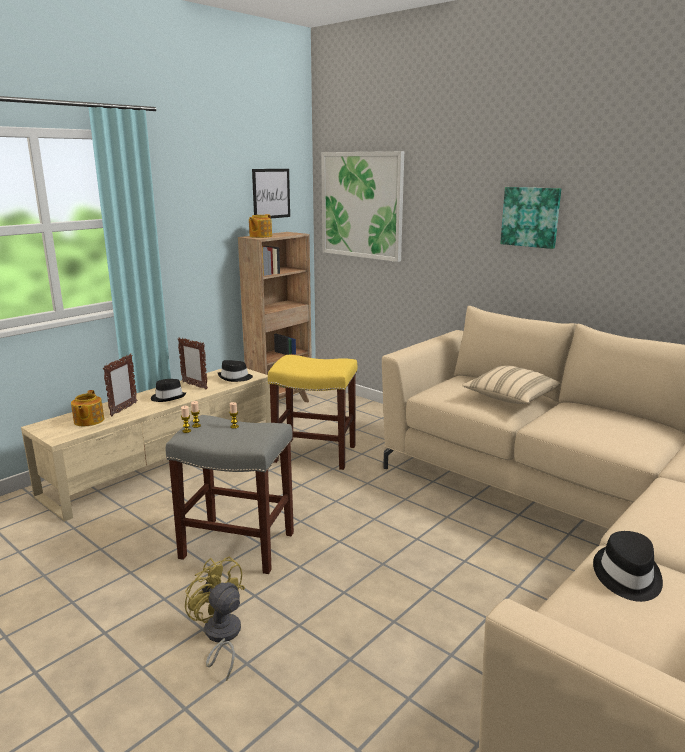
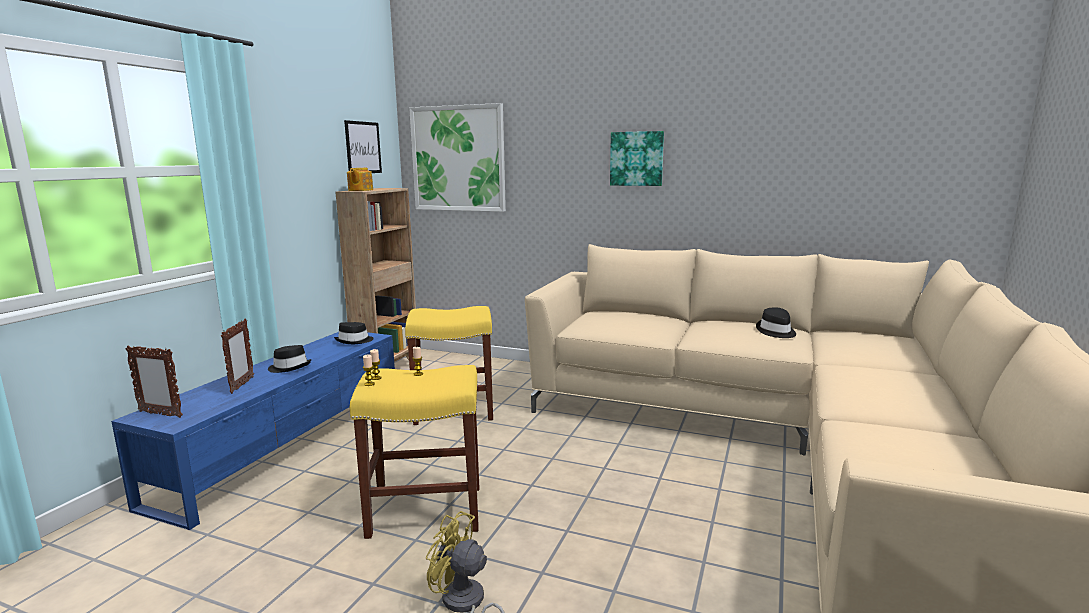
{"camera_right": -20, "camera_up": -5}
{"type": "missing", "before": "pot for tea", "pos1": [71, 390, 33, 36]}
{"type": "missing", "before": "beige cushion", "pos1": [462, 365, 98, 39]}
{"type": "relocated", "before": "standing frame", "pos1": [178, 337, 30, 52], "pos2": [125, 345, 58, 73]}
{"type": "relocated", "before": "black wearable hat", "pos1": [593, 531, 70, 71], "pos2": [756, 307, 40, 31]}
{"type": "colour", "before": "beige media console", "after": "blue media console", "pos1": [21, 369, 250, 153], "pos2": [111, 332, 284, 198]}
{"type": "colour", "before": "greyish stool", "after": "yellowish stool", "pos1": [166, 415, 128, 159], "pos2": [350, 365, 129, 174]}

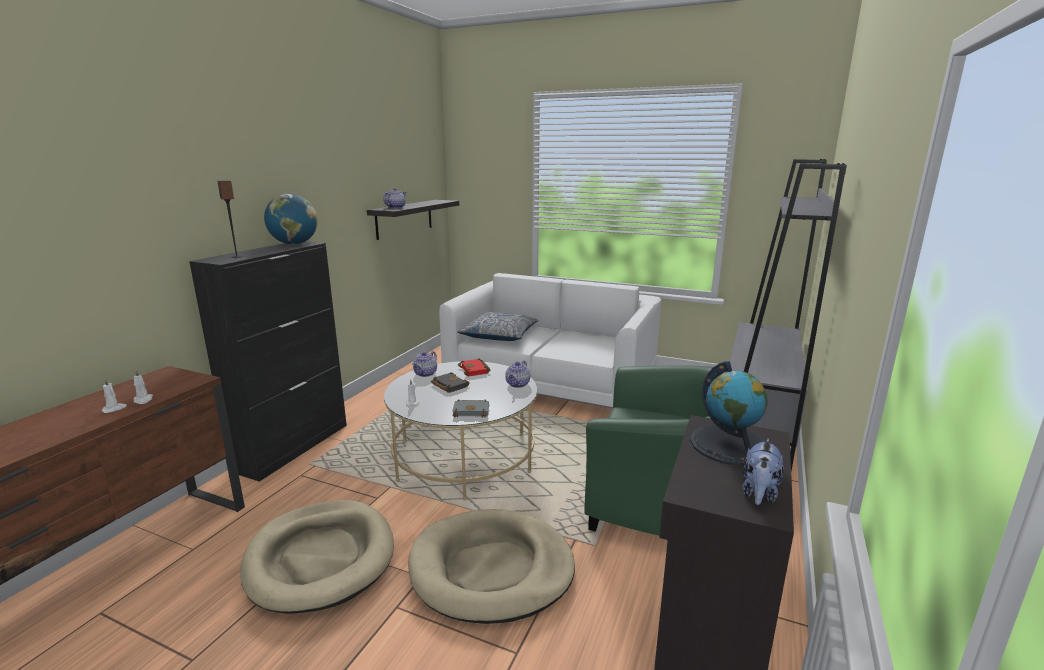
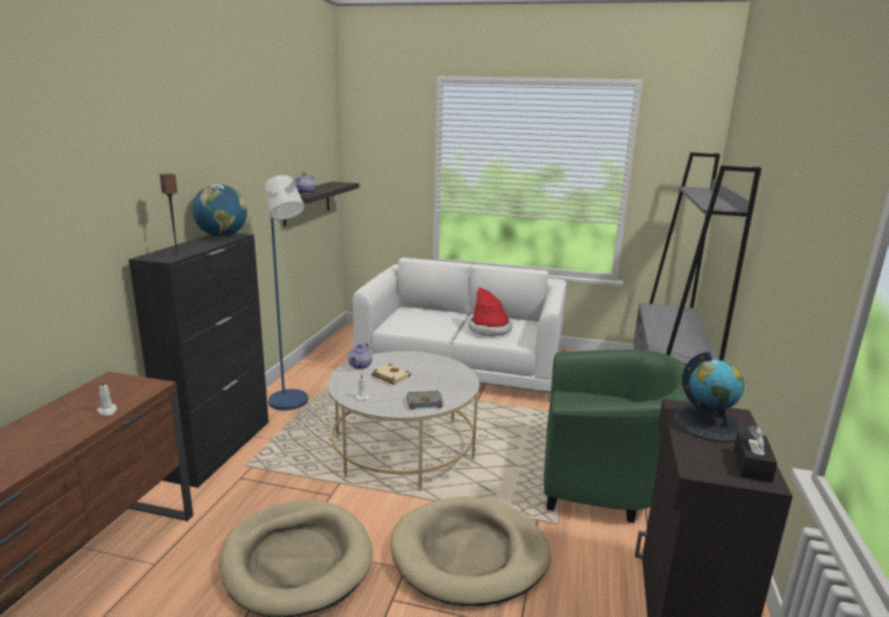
{"camera_right": -10, "camera_up": 0}
{"type": "missing", "before": "white-coloured wax candle", "pos1": [101, 378, 26, 35]}
{"type": "missing", "before": "cushion", "pos1": [457, 312, 81, 29]}
{"type": "missing", "before": "red book", "pos1": [458, 358, 32, 18]}
{"type": "missing", "before": "pot for tea", "pos1": [505, 360, 25, 28]}
{"type": "appeared", "after": "blue standing lamp", "pos2": [264, 175, 44, 235]}
{"type": "appeared", "after": "wearable hat", "pos2": [468, 287, 45, 50]}
{"type": "exchanged", "before": "soft toy", "after": "black box of tissues", "pos1": [742, 439, 42, 66], "pos2": [733, 426, 44, 57]}
{"type": "colour", "before": "black book", "after": "beige book", "pos1": [431, 372, 39, 21], "pos2": [371, 364, 40, 21]}

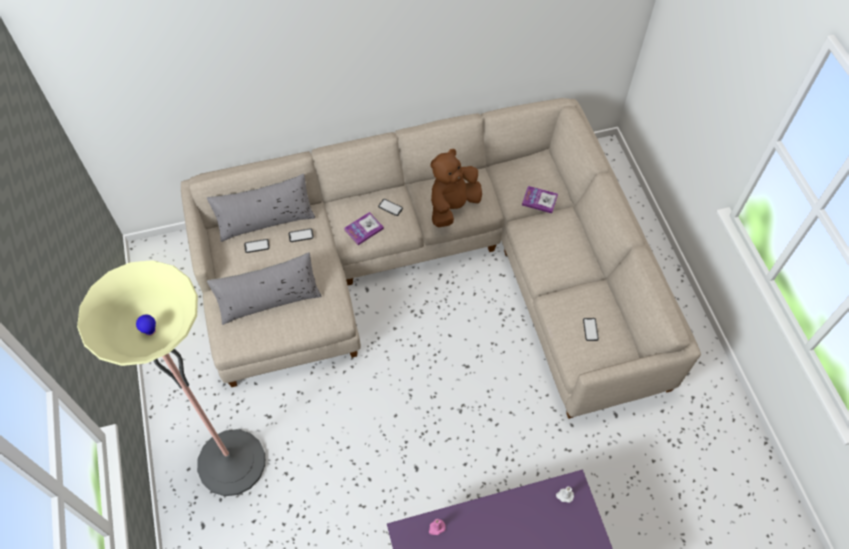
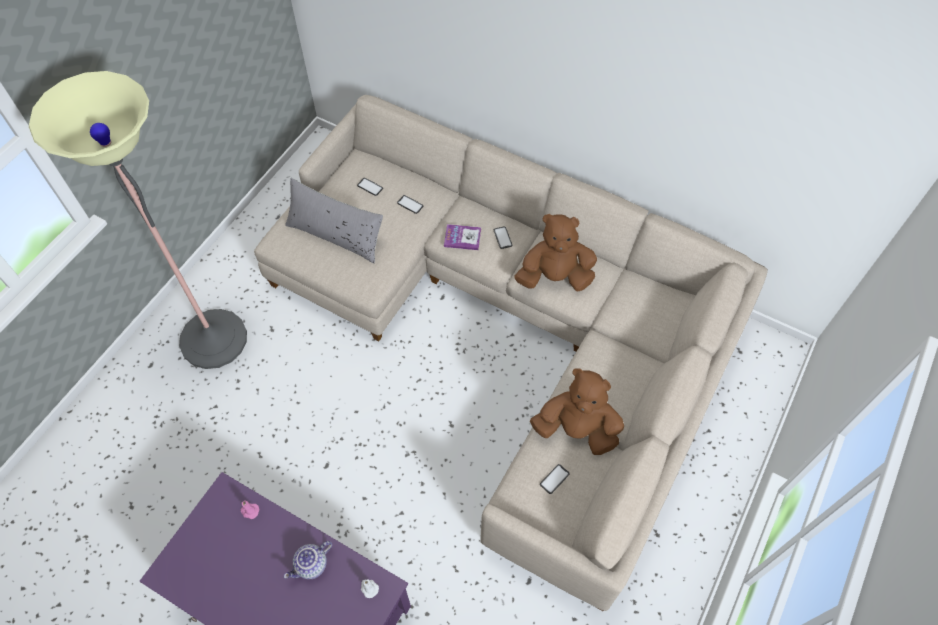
{"camera_right": 45, "camera_up": 0}
{"type": "missing", "before": "greyish cushion", "pos1": [207, 174, 108, 68]}
{"type": "missing", "before": "book", "pos1": [522, 186, 36, 27]}
{"type": "appeared", "after": "pot for tea", "pos2": [284, 541, 48, 38]}
{"type": "appeared", "after": "brownish soft toy", "pos2": [530, 368, 94, 87]}

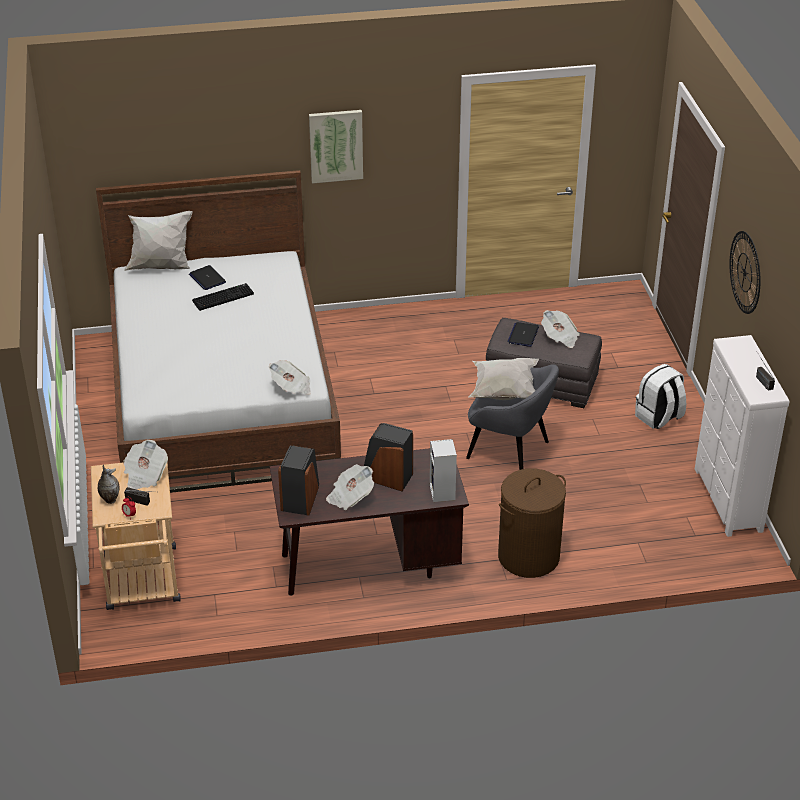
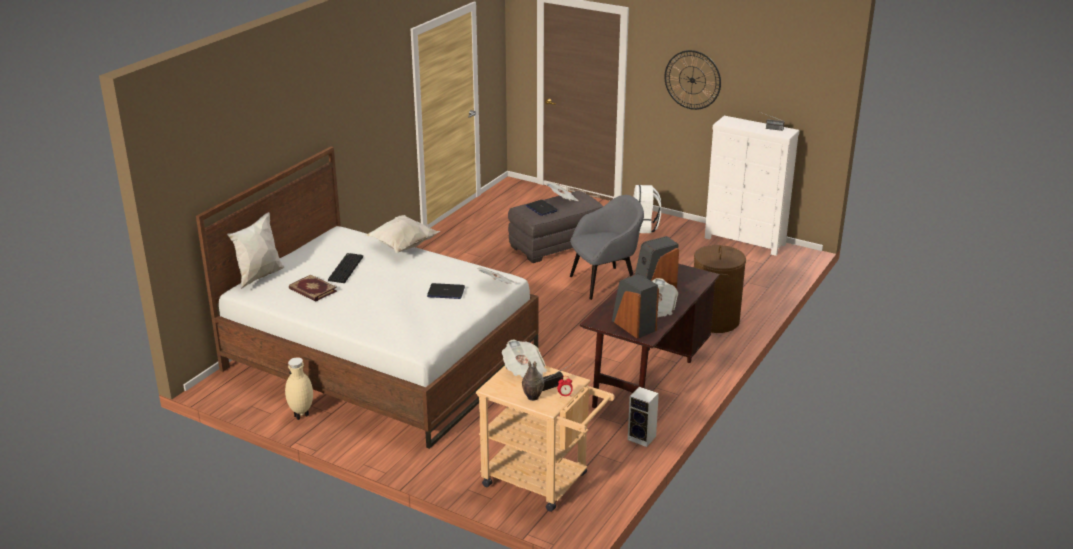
{"camera_right": -50, "camera_up": -10}
{"type": "missing", "before": "picture", "pos1": [309, 110, 54, 73]}
{"type": "appeared", "after": "beige decorative vase", "pos2": [285, 357, 28, 63]}
{"type": "appeared", "after": "book", "pos2": [289, 275, 48, 27]}
{"type": "relocated", "before": "notebook computer", "pos1": [189, 265, 37, 25], "pos2": [427, 283, 38, 16]}
{"type": "relocated", "before": "loudspeaker", "pos1": [430, 439, 27, 63], "pos2": [628, 387, 31, 60]}
{"type": "relocated", "before": "white-coloured cushion", "pos1": [468, 358, 71, 42], "pos2": [364, 215, 77, 38]}

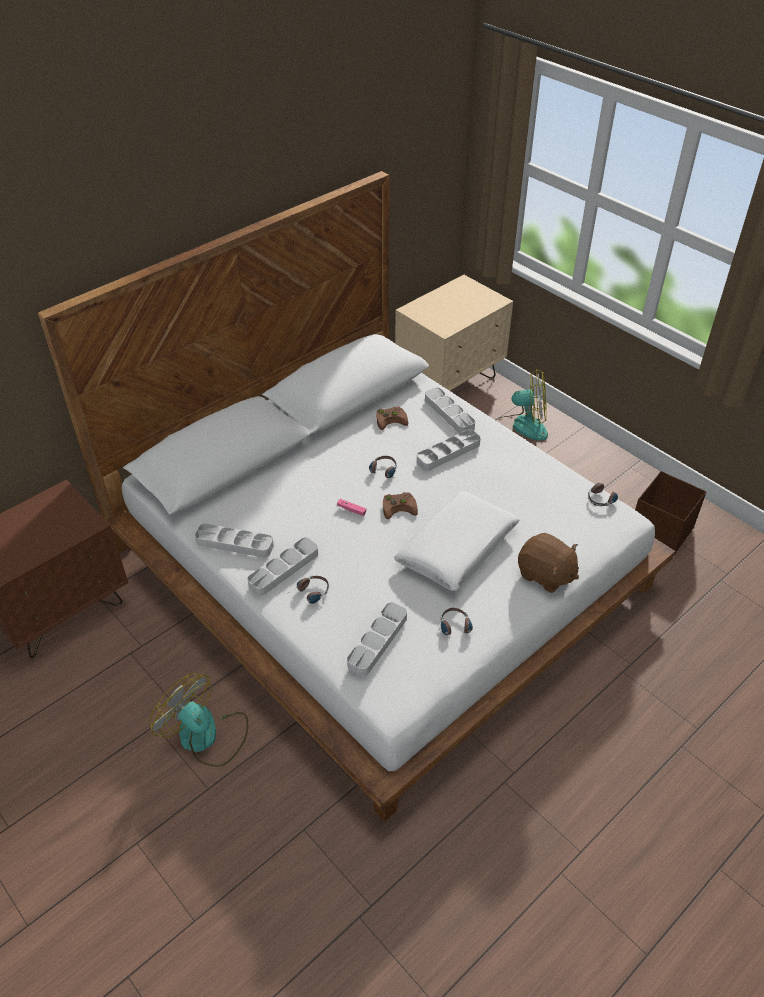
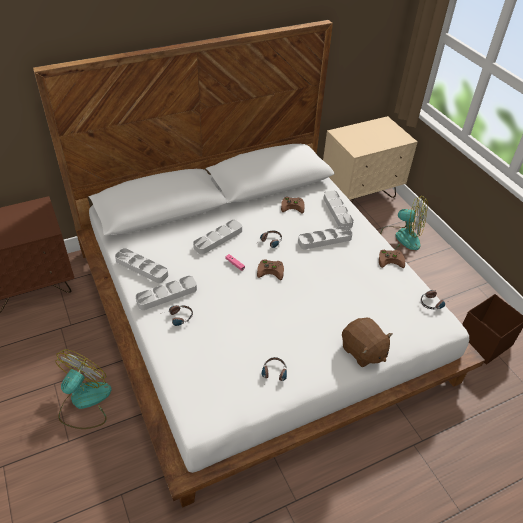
{"camera_right": 15, "camera_up": 0}
{"type": "missing", "before": "white-coloured cushion", "pos1": [394, 491, 126, 100]}
{"type": "appeared", "after": "brownish game controller", "pos2": [379, 250, 26, 18]}
{"type": "relocated", "before": "greyish tray", "pos1": [347, 602, 60, 74], "pos2": [193, 220, 49, 34]}
{"type": "spun", "before": "fan", "pos1": [149, 673, 99, 94], "pos2": [55, 349, 57, 80], "turn": 60}

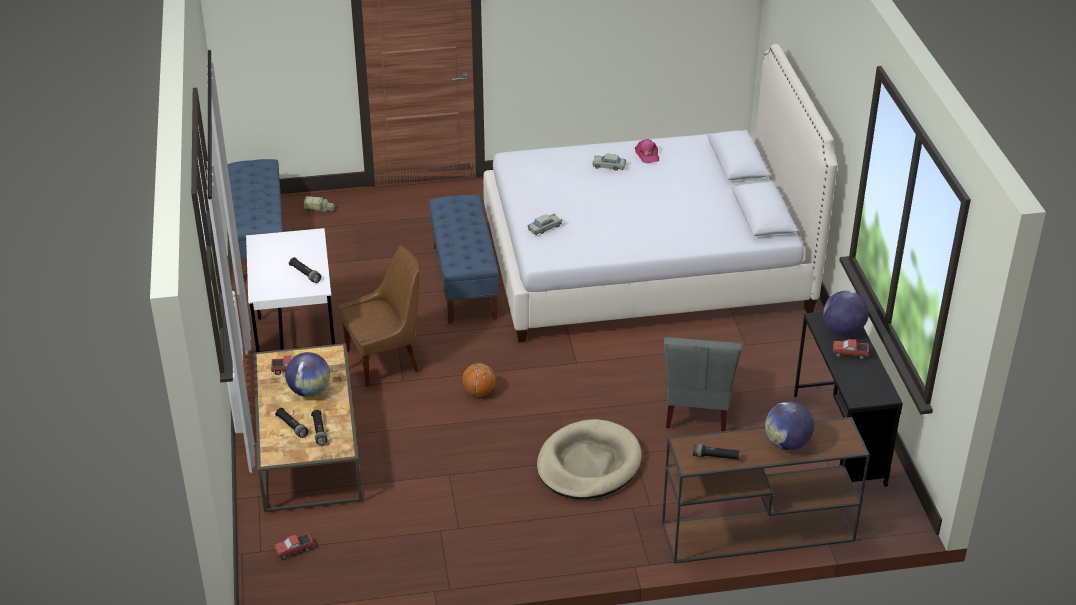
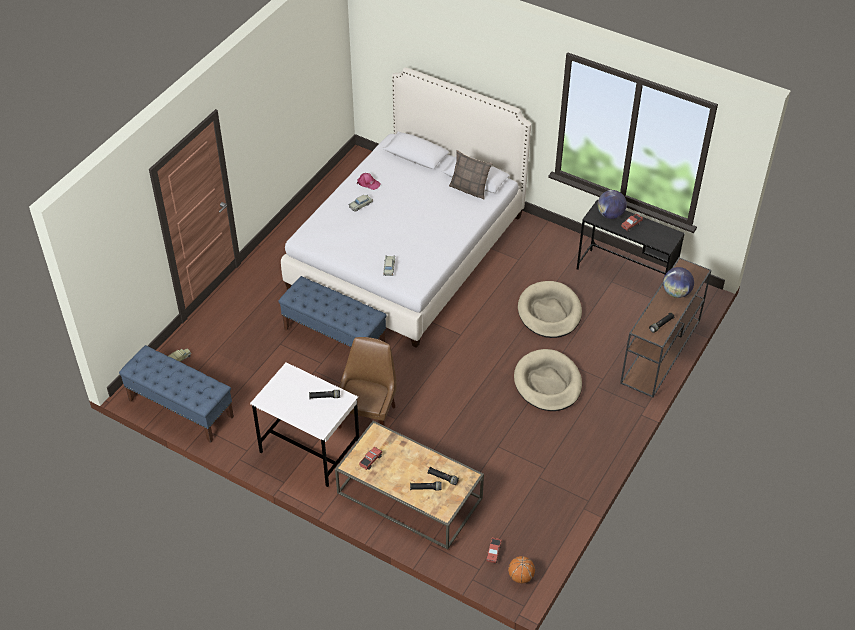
{"camera_right": -50, "camera_up": 10}
{"type": "missing", "before": "desk globe", "pos1": [285, 352, 45, 45]}
{"type": "appeared", "after": "cushion", "pos2": [449, 150, 44, 50]}
{"type": "relocated", "before": "ball for basketball", "pos1": [463, 363, 32, 33], "pos2": [508, 556, 27, 28]}
{"type": "exchanged", "before": "greyish chair", "after": "beige dog cushion", "pos1": [664, 337, 78, 94], "pos2": [518, 281, 64, 57]}

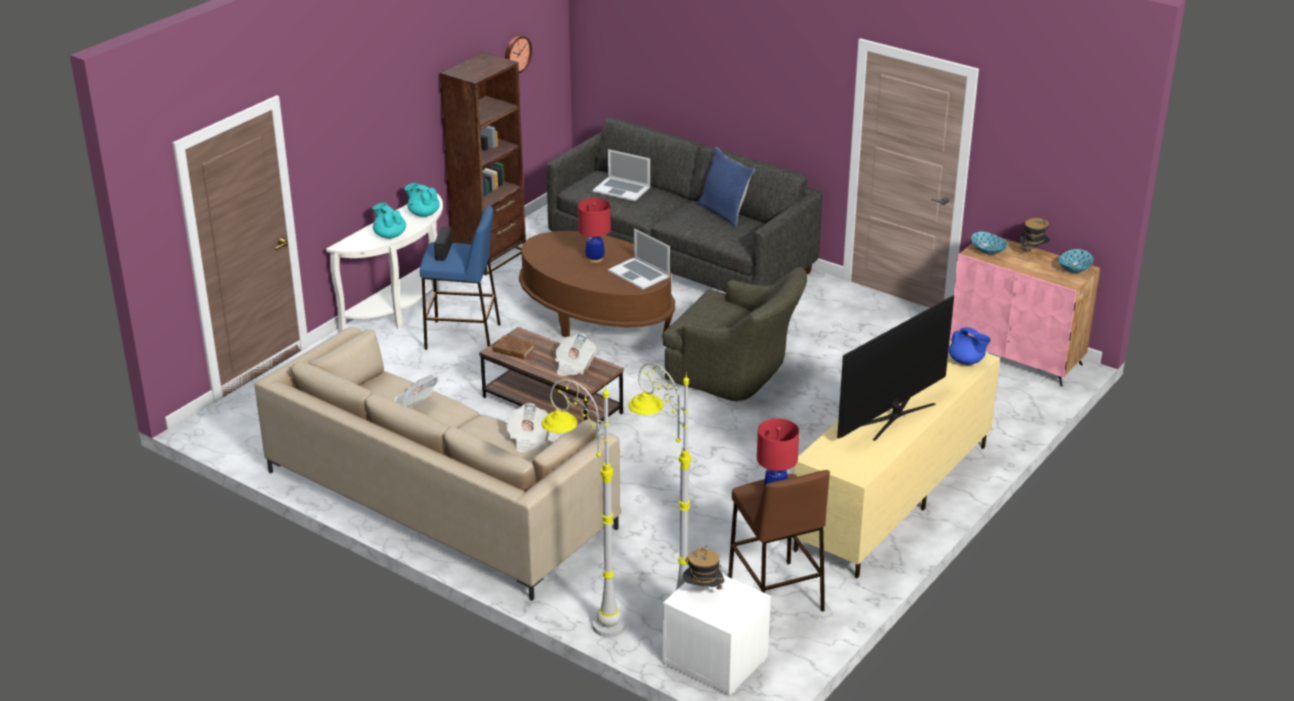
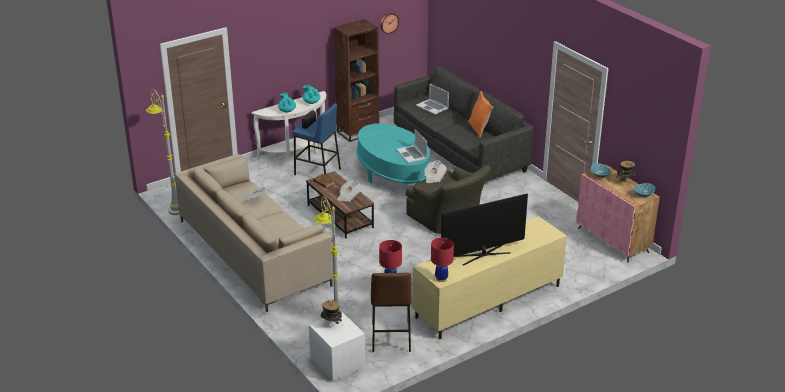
{"camera_right": 20, "camera_up": 0}
{"type": "missing", "before": "blue pot for tea", "pos1": [949, 327, 41, 38]}
{"type": "relocated", "before": "daily paper", "pos1": [506, 403, 43, 49], "pos2": [424, 160, 23, 23]}
{"type": "relocated", "before": "greyish standing lamp", "pos1": [541, 379, 85, 258], "pos2": [146, 89, 34, 126]}
{"type": "relocated", "before": "red lamp for a table", "pos1": [578, 198, 33, 65], "pos2": [431, 237, 23, 45]}
{"type": "colour", "before": "brownish coffee table", "after": "turquoise coffee table", "pos1": [519, 231, 156, 107], "pos2": [356, 124, 74, 60]}
{"type": "colour", "before": "blue cushion", "after": "orange cushion", "pos1": [697, 147, 58, 80], "pos2": [468, 91, 25, 47]}

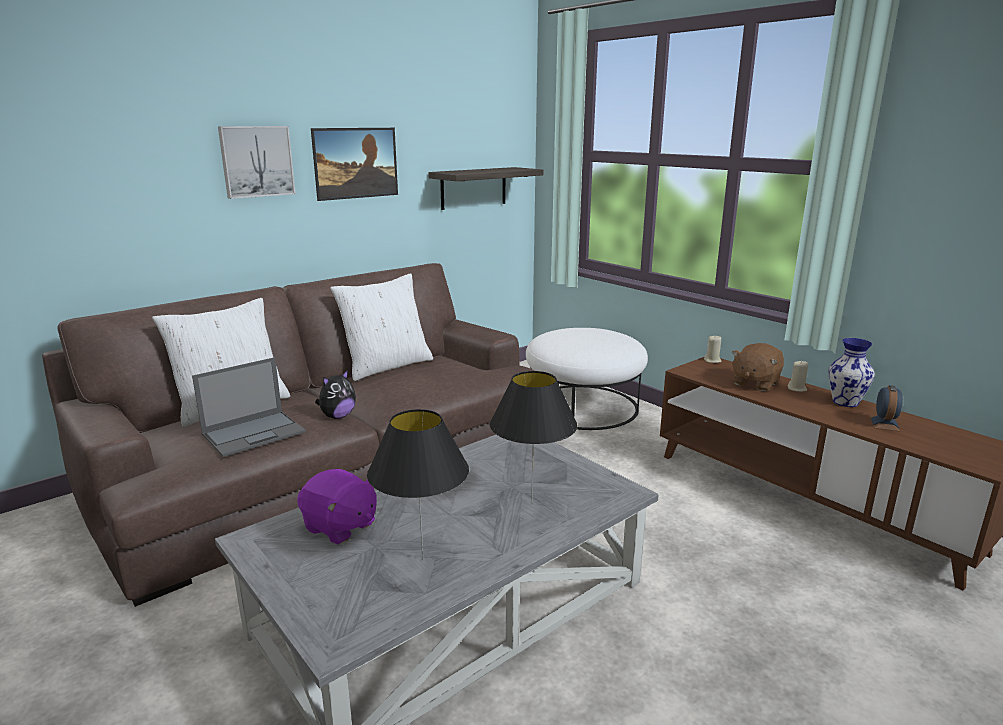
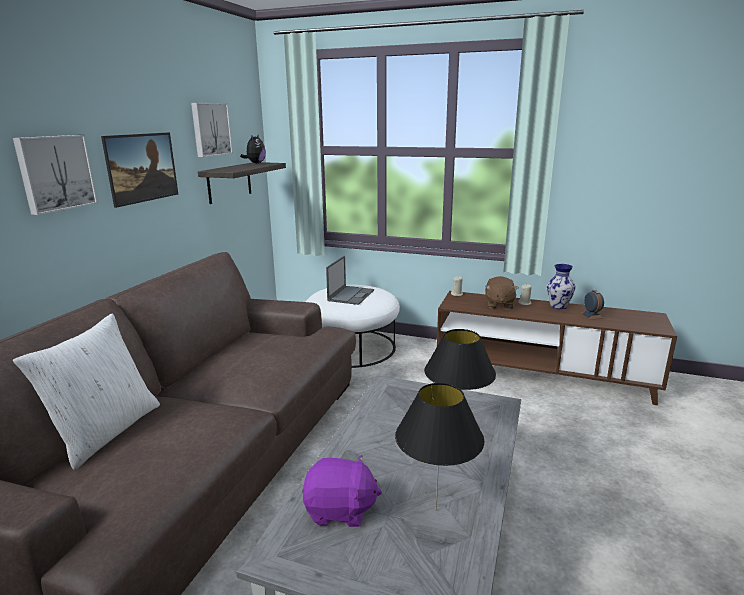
{"camera_right": -30, "camera_up": 0}
{"type": "missing", "before": "white-coloured cushion", "pos1": [330, 273, 103, 108]}
{"type": "appeared", "after": "picture", "pos2": [191, 103, 42, 54]}
{"type": "relocated", "before": "notebook computer", "pos1": [192, 357, 114, 100], "pos2": [326, 256, 48, 49]}
{"type": "relocated", "before": "soft toy", "pos1": [315, 369, 41, 50], "pos2": [240, 134, 26, 29]}

